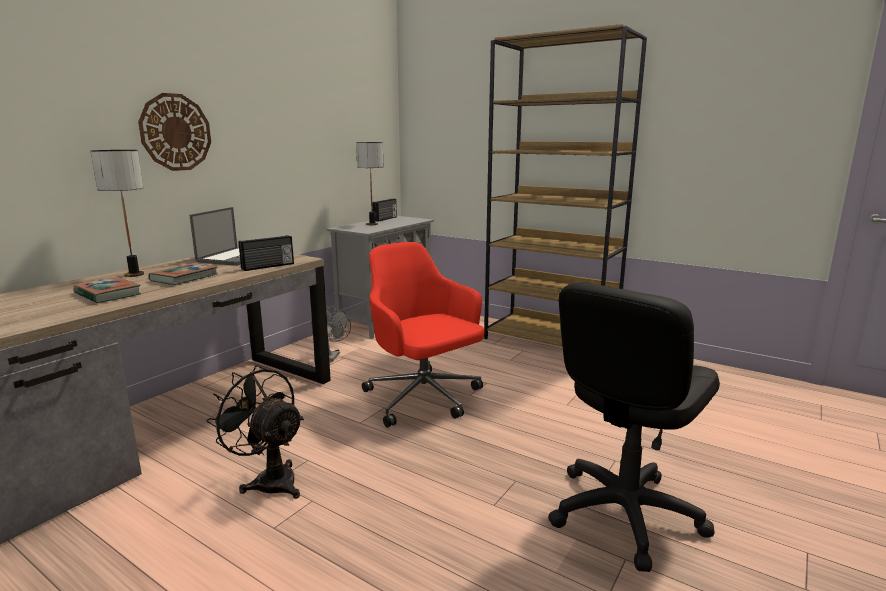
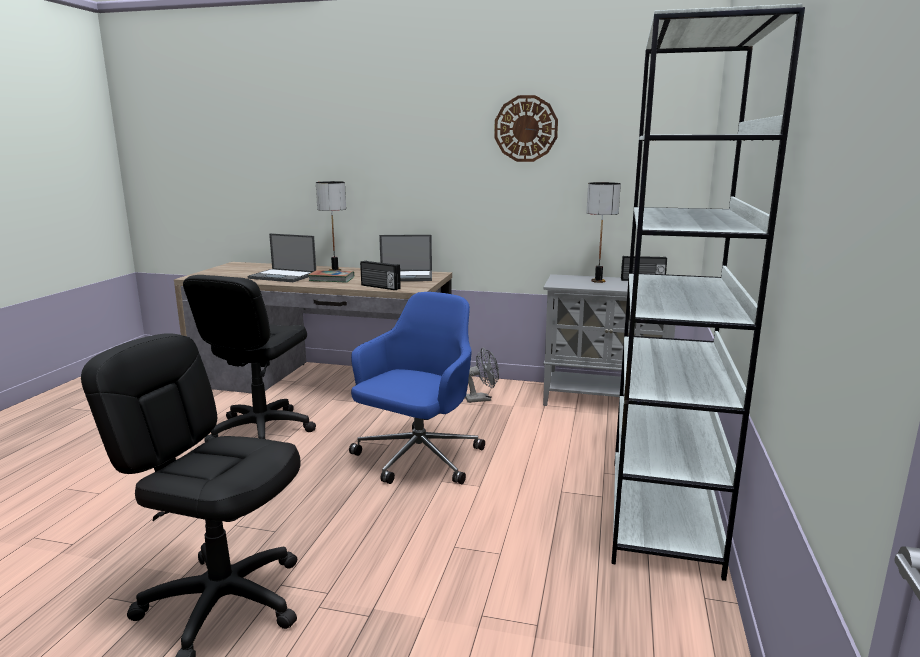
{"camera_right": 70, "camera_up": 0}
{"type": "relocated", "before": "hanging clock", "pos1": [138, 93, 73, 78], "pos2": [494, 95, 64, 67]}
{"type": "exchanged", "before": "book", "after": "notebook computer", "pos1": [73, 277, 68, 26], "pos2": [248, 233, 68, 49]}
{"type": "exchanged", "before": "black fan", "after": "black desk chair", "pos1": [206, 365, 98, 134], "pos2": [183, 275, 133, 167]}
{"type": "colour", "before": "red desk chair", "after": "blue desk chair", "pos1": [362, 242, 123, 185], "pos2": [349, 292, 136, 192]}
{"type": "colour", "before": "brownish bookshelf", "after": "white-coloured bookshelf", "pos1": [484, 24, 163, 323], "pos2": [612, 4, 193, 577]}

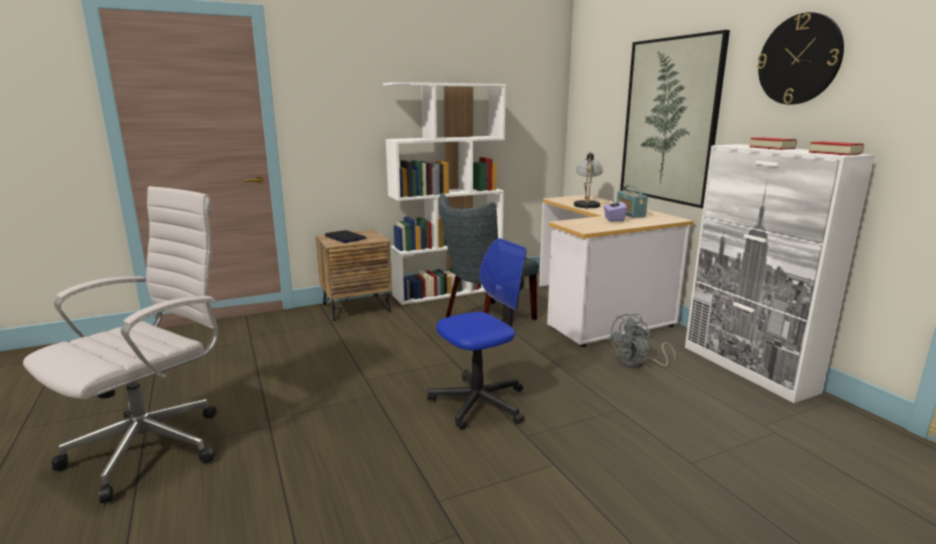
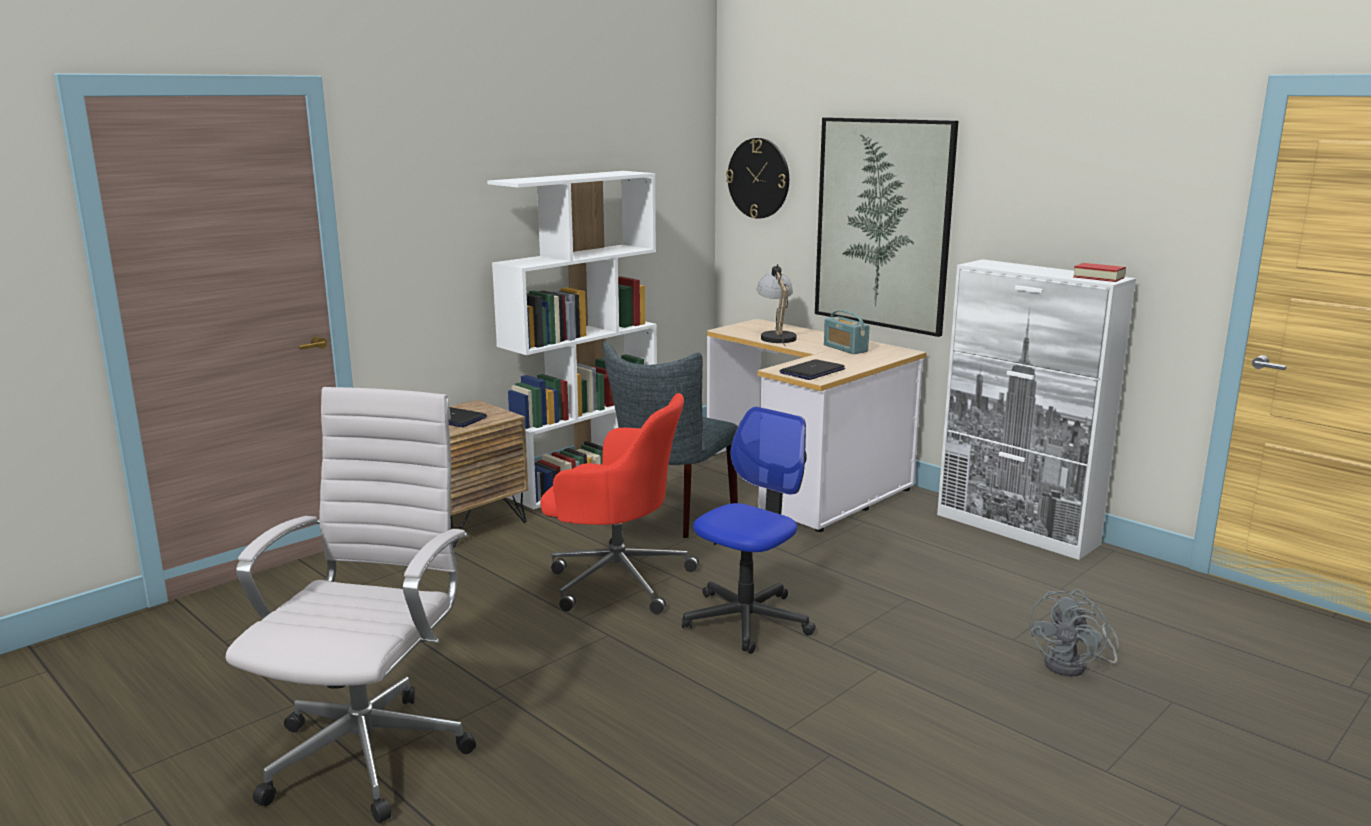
{"camera_right": -20, "camera_up": 0}
{"type": "missing", "before": "purple-coloured box of tissues", "pos1": [604, 197, 23, 25]}
{"type": "missing", "before": "book", "pos1": [749, 137, 48, 13]}
{"type": "appeared", "after": "red desk chair", "pos2": [540, 393, 159, 221]}
{"type": "appeared", "after": "notebook computer", "pos2": [779, 359, 66, 21]}
{"type": "relocated", "before": "greyish fan", "pos1": [608, 314, 68, 54], "pos2": [1028, 589, 91, 87]}
{"type": "relocated", "before": "hanging clock", "pos1": [757, 12, 87, 93], "pos2": [726, 138, 63, 81]}

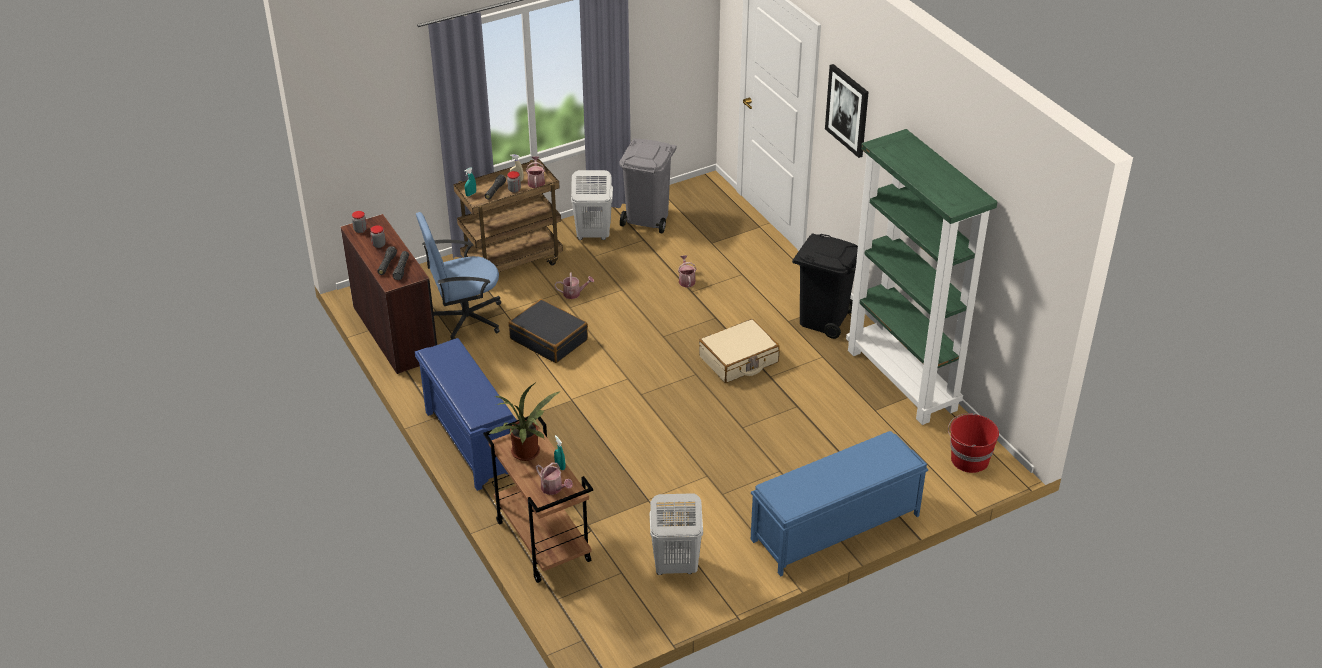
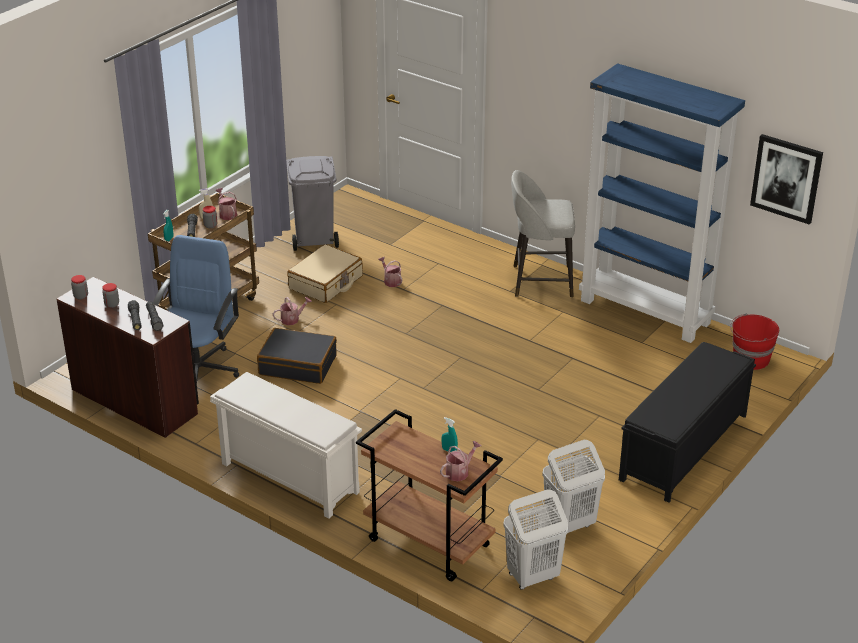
{"camera_right": -25, "camera_up": -5}
{"type": "missing", "before": "houseplant", "pos1": [489, 382, 72, 79]}
{"type": "relocated", "before": "white-coloured washing basket", "pos1": [571, 170, 42, 70], "pos2": [503, 489, 65, 101]}
{"type": "relocated", "before": "beige suitcase", "pos1": [699, 319, 81, 64], "pos2": [287, 244, 76, 59]}
{"type": "relocated", "before": "picture", "pos1": [825, 64, 44, 94], "pos2": [750, 134, 73, 91]}
{"type": "exchanged", "before": "black rubbish bin", "after": "greyish stool", "pos1": [792, 233, 66, 106], "pos2": [511, 170, 64, 127]}
{"type": "colour", "before": "blue shoe shelf", "after": "white-coloured shoe shelf", "pos1": [415, 338, 102, 153], "pos2": [210, 372, 152, 147]}
{"type": "colour", "before": "blue indoor bench", "after": "black indoor bench", "pos1": [751, 431, 177, 145], "pos2": [619, 342, 137, 161]}
{"type": "colour", "before": "greenish bookshelf", "after": "blue bookshelf", "pos1": [846, 129, 151, 296], "pos2": [579, 64, 166, 279]}
{"type": "spun", "before": "blue desk chair", "pos1": [416, 212, 85, 128], "pos2": [153, 235, 86, 147], "turn": 150}
{"type": "spun", "before": "watering pot", "pos1": [536, 463, 37, 32], "pos2": [440, 441, 41, 40], "turn": -60}

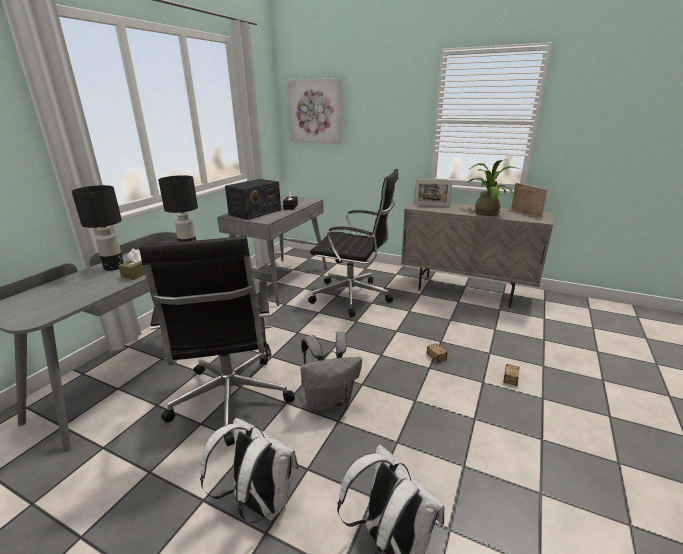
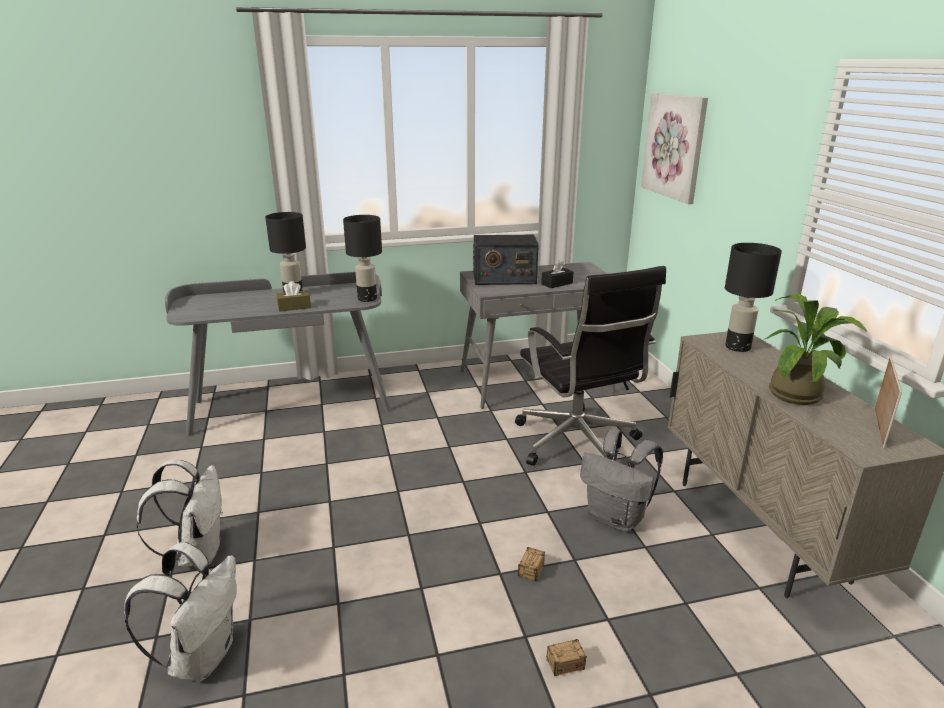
{"camera_right": 50, "camera_up": 0}
{"type": "missing", "before": "black desk chair", "pos1": [139, 236, 156, 210]}
{"type": "relocated", "before": "greyish backpack", "pos1": [300, 332, 62, 81], "pos2": [580, 429, 83, 103]}
{"type": "exchanged", "before": "standing frame", "after": "black lamp for a table", "pos1": [414, 179, 39, 28], "pos2": [725, 243, 57, 109]}

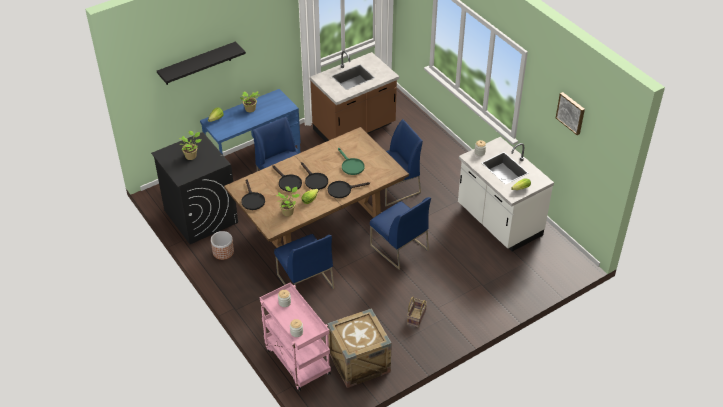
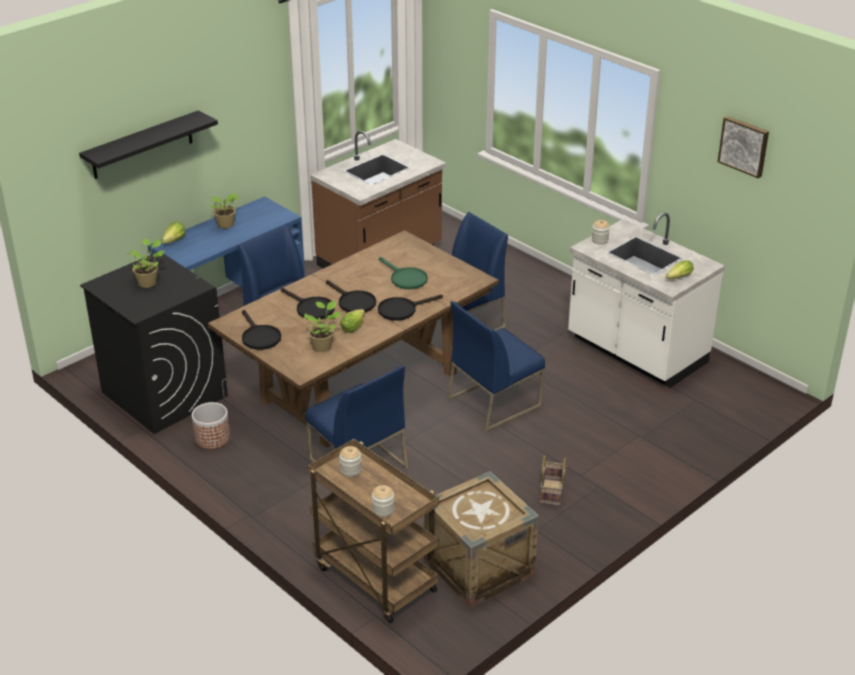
{"camera_right": -10, "camera_up": -10}
{"type": "colour", "before": "pinkish cart", "after": "brownish cart", "pos1": [260, 282, 71, 109], "pos2": [307, 439, 132, 184]}
{"type": "spun", "before": "blue chair", "pos1": [370, 197, 61, 73], "pos2": [447, 301, 98, 131], "turn": 105}

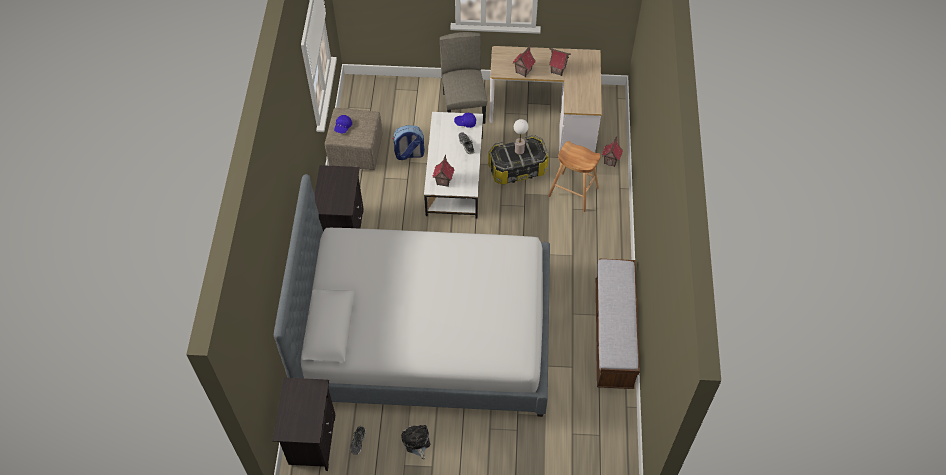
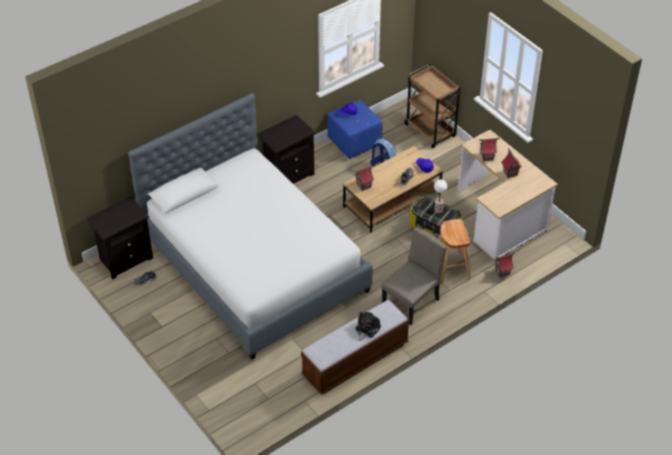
{"camera_right": 50, "camera_up": -10}
{"type": "appeared", "after": "brownish cart", "pos2": [404, 65, 58, 83]}
{"type": "relocated", "before": "soft toy", "pos1": [401, 425, 29, 34], "pos2": [356, 312, 25, 29]}
{"type": "relocated", "before": "beige chair", "pos1": [440, 32, 47, 92], "pos2": [382, 227, 65, 98]}
{"type": "colour", "before": "beige ottoman", "after": "blue ottoman", "pos1": [325, 108, 58, 62], "pos2": [327, 100, 55, 59]}
{"type": "colour", "before": "white-coloured coffee table", "after": "brownish coffee table", "pos1": [424, 112, 59, 107], "pos2": [343, 146, 100, 87]}

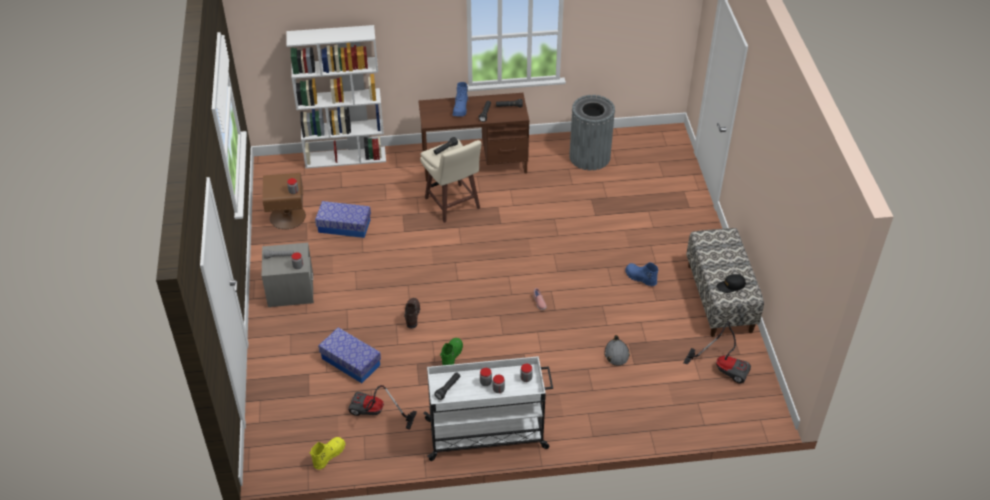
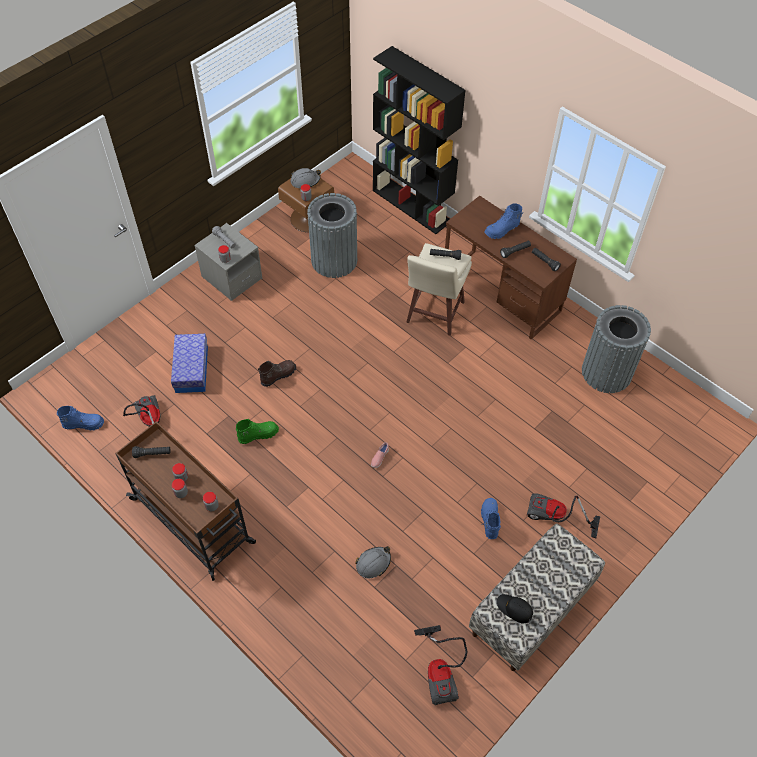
{"camera_right": 50, "camera_up": 10}
{"type": "appeared", "after": "greyish work helmet", "pos2": [291, 168, 30, 20]}
{"type": "appeared", "after": "hoover", "pos2": [527, 493, 73, 45]}
{"type": "exchanged", "before": "storage bin", "after": "greyish rubbish bin", "pos1": [315, 201, 56, 37], "pos2": [307, 193, 50, 85]}
{"type": "colour", "before": "white-coloured bookshelf", "after": "black bookshelf", "pos1": [286, 25, 100, 144], "pos2": [373, 46, 93, 188]}
{"type": "colour", "before": "yellowish boot", "after": "blue boot", "pos1": [310, 437, 35, 33], "pos2": [57, 406, 47, 24]}
{"type": "colour", "before": "white-coloured cart", "after": "brownish cart", "pos1": [423, 356, 130, 105], "pos2": [115, 421, 141, 160]}

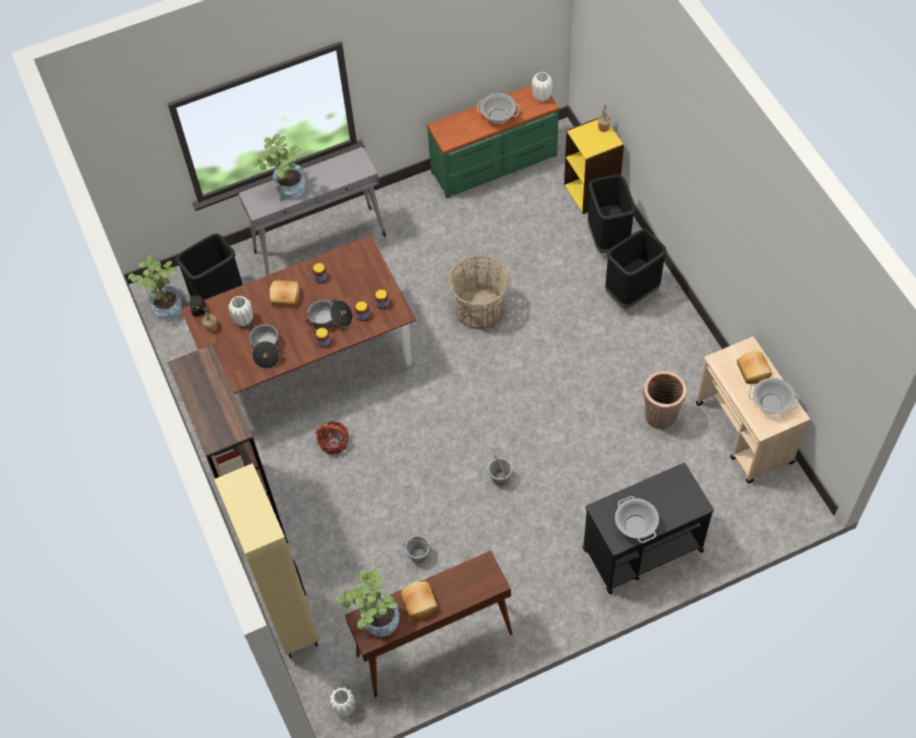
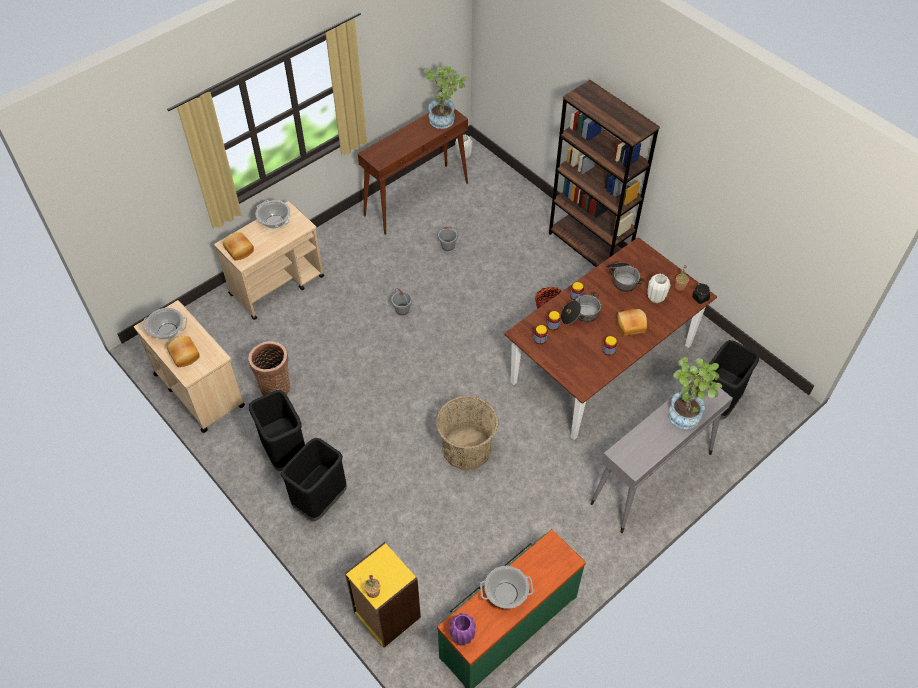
{"camera_right": 160, "camera_up": -5}
{"type": "missing", "before": "houseplant", "pos1": [128, 255, 54, 65]}
{"type": "missing", "before": "beige storage cabinet", "pos1": [214, 463, 106, 195]}
{"type": "relocated", "before": "baked bread", "pos1": [400, 581, 38, 38], "pos2": [223, 232, 31, 29]}
{"type": "relocated", "before": "black rubbish bin", "pos1": [588, 174, 48, 79], "pos2": [249, 390, 56, 81]}
{"type": "colour", "before": "white-coloured decorative vase", "after": "purple-coloured decorative vase", "pos1": [532, 72, 21, 30], "pos2": [449, 613, 27, 33]}
{"type": "colour", "before": "black cart", "after": "beige cart", "pos1": [583, 463, 131, 131], "pos2": [214, 201, 110, 119]}

